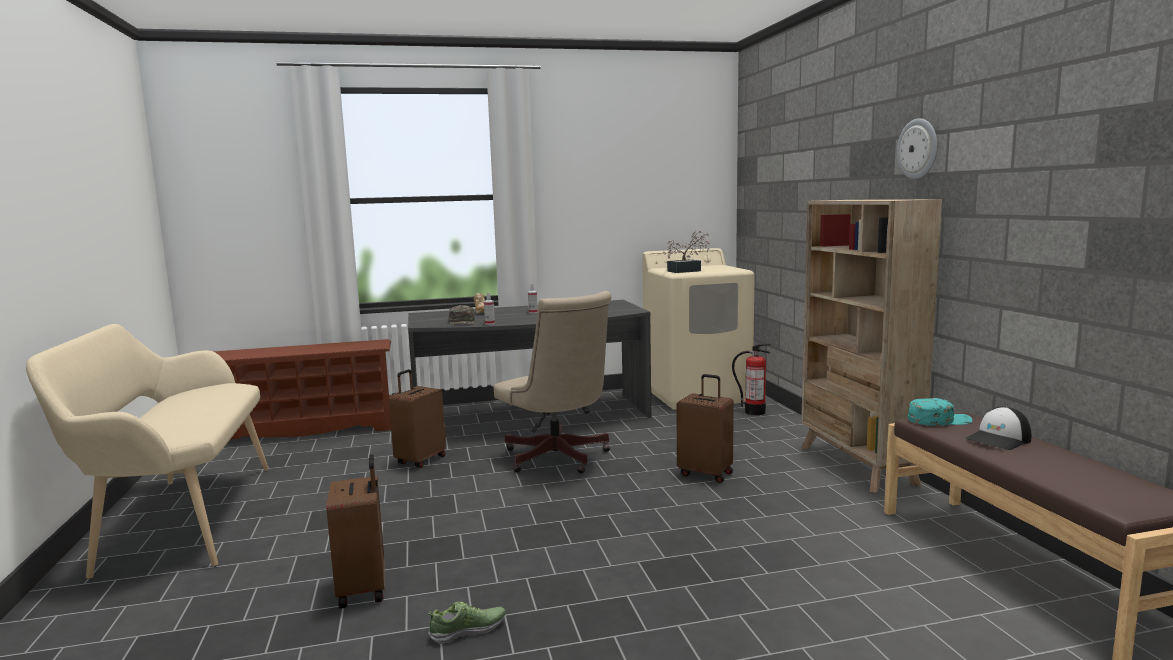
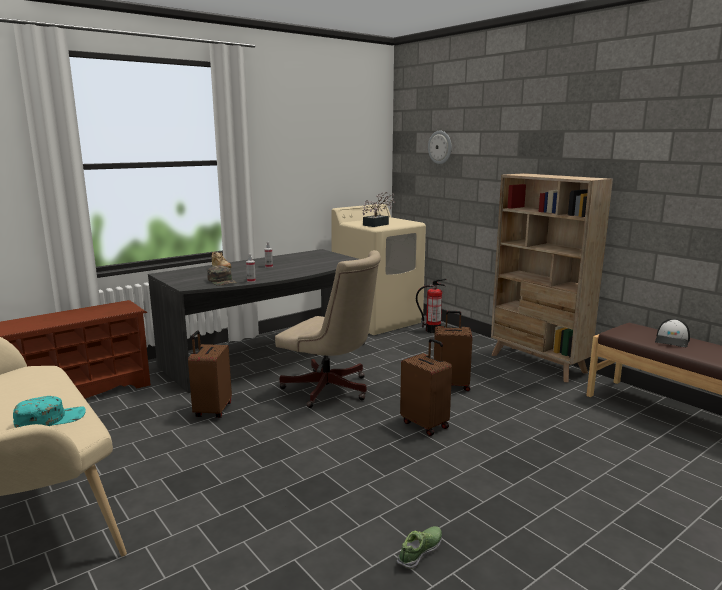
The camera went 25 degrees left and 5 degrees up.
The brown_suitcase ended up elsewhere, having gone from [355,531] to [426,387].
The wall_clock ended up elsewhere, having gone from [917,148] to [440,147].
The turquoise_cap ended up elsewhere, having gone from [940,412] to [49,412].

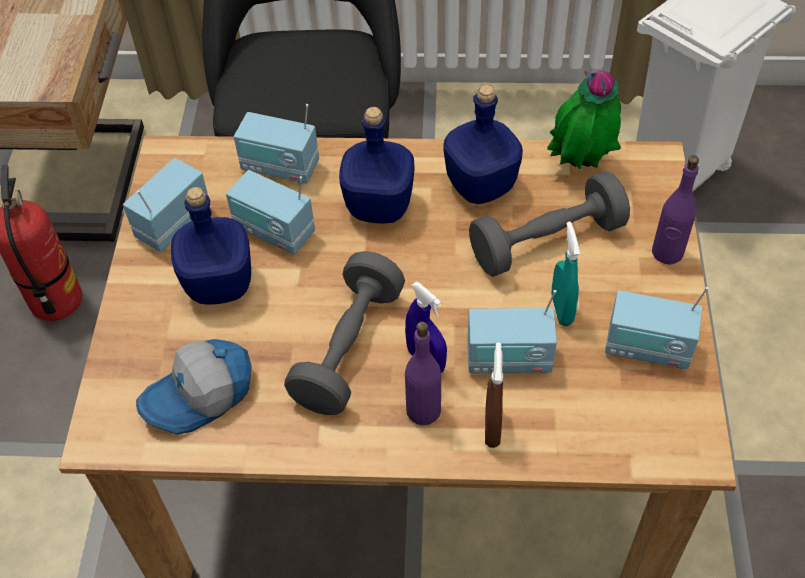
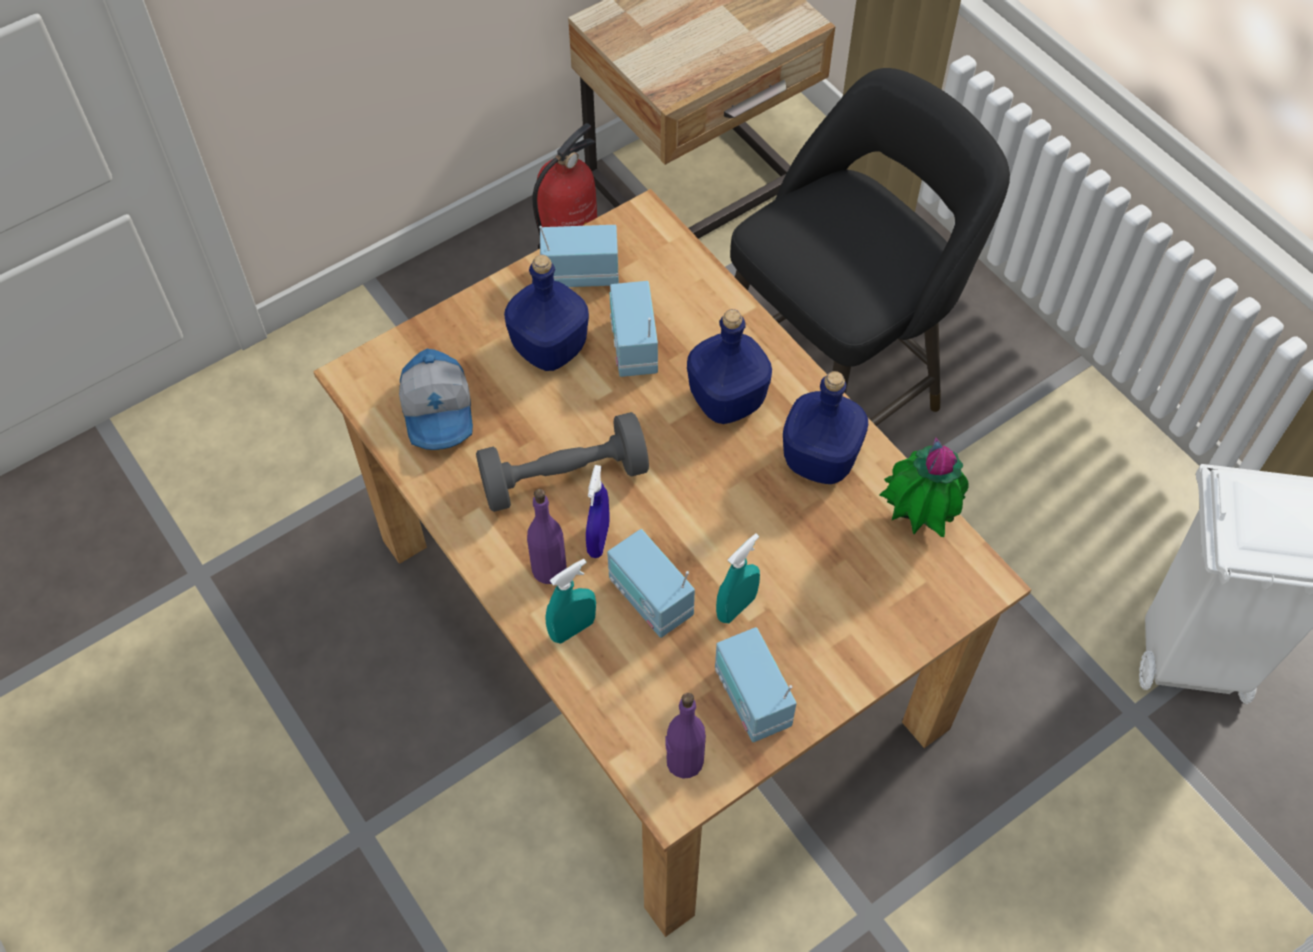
The camera went 50 degrees right and 5 degrees up.
The second view lost the radio at [276,144].
The second view lost the grey_dumbbell at [549,224].
The purple_bottle ended up elsewhere, having gone from [675,210] to [685,736].
What was the brown_spray_bottle at [494,395] turned into the turquoise_spray_bottle at [570,601].
The cap at [194,386] ended up facing another way, 120 degrees counterclockwise from before.

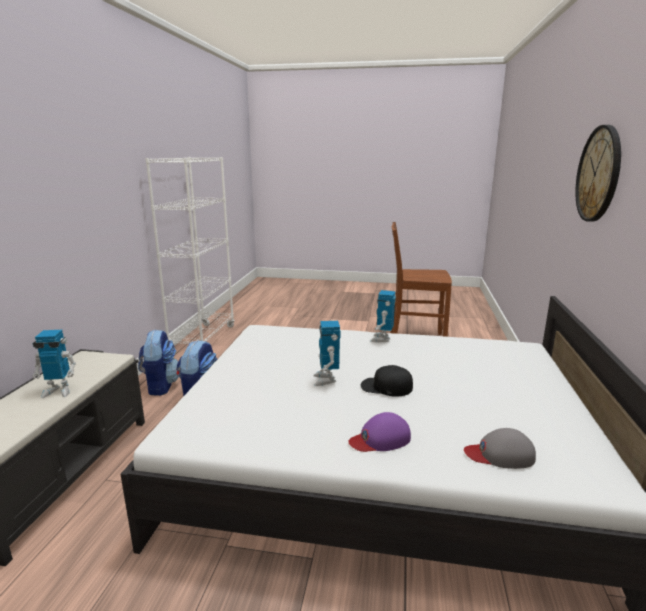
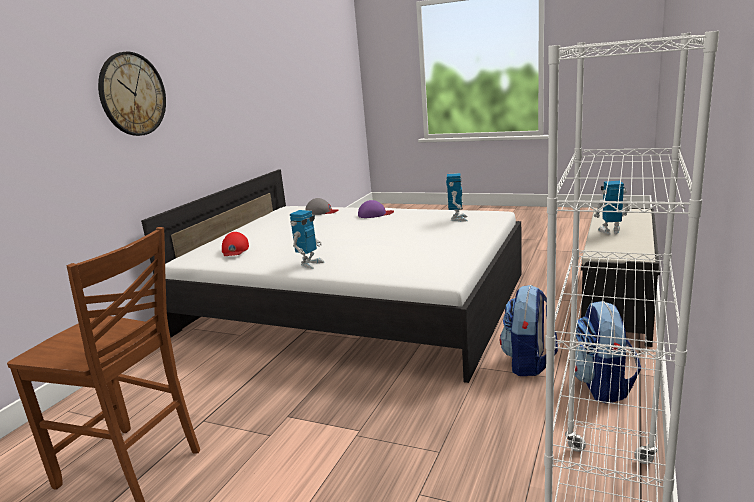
The camera went 165 degrees left and 0 degrees up.
The second view lost the black_cap at [387,381].
The second view gained the red_cap at [235,244].
The toy_robot ended up elsewhere, having gone from [327,353] to [457,197].

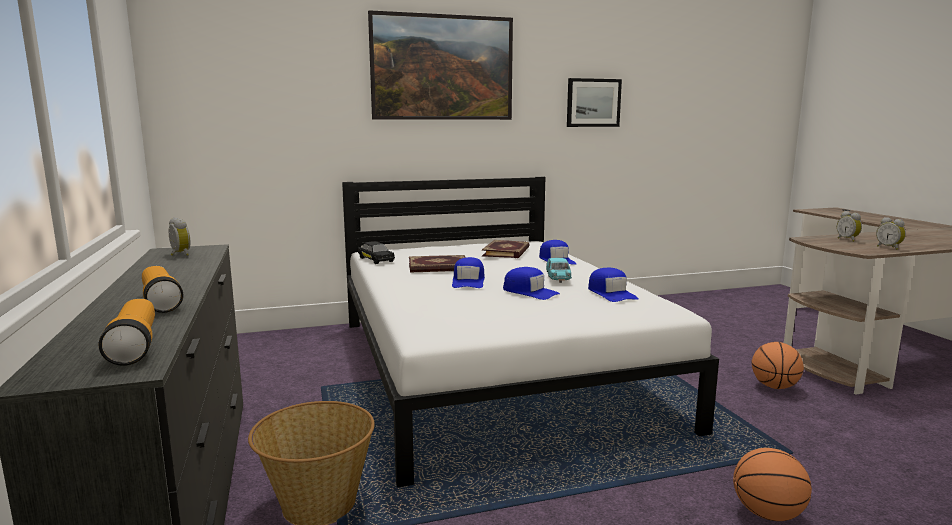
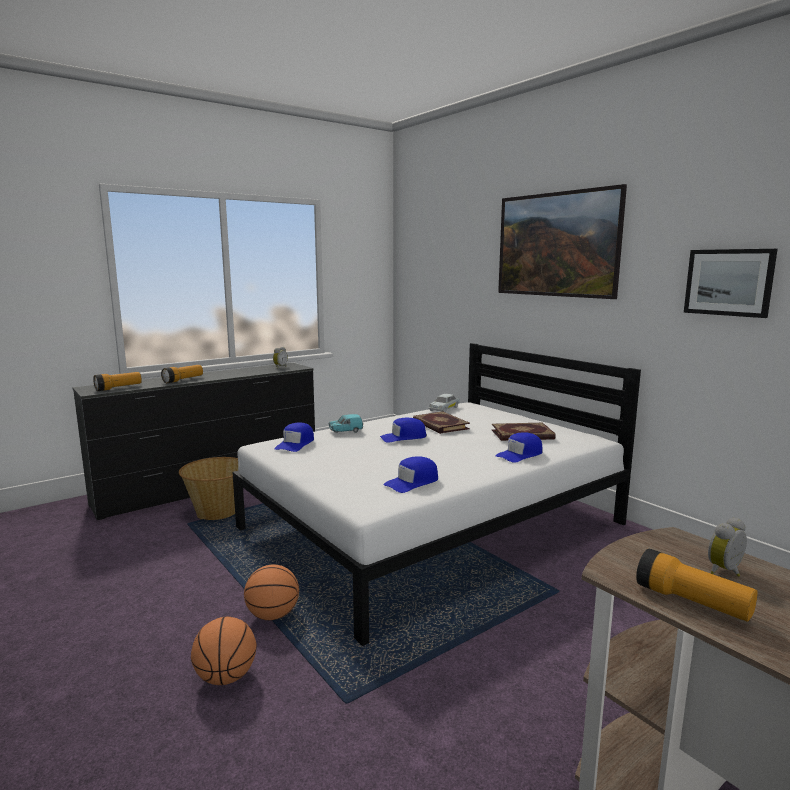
The camera went 70 degrees right and 0 degrees up.
The blue_cap ended up elsewhere, having gone from [531,283] to [294,437].
The turquoise_toy_car ended up elsewhere, having gone from [559,270] to [346,423].
The basketball ended up elsewhere, having gone from [777,365] to [271,592].
Where the alarm_clock stood at [891,233], the flashlight came to stand at [697,585].
What was the black_toy_car at [376,252] turned into the white_toy_car at [444,403].

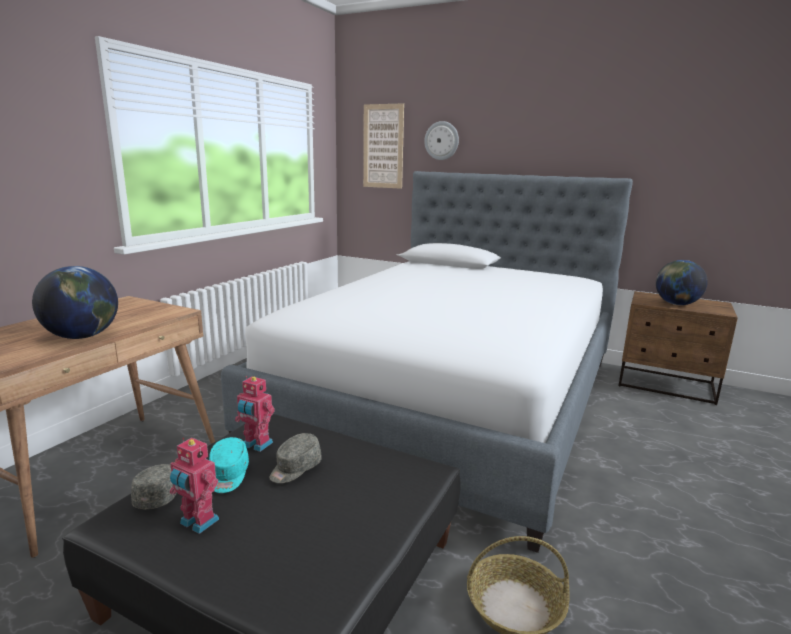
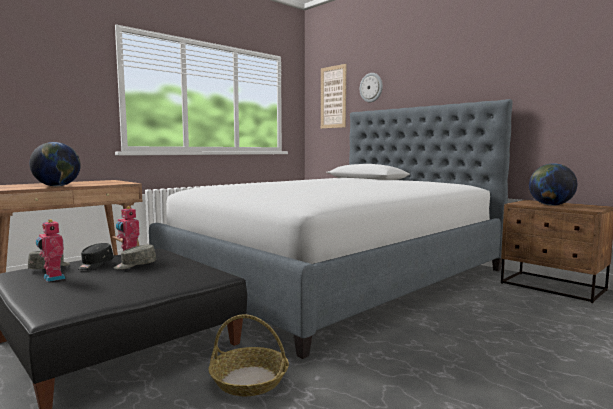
The camera went 20 degrees right and 10 degrees down.
What was the turquoise_cap at [229,465] turned into the black_cap at [95,256].

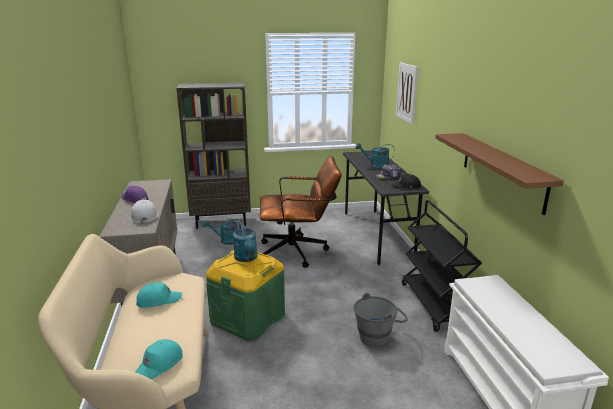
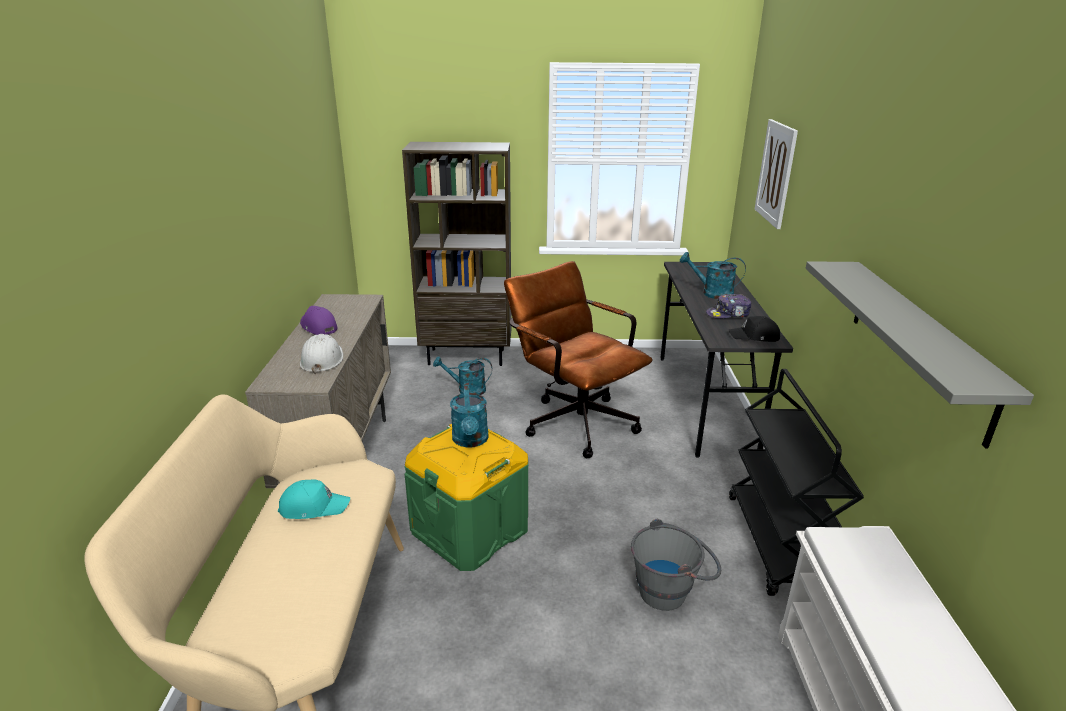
The camera went 10 degrees right and 5 degrees up.
The second view lost the turquoise_cap at [159,359].
What was the brown_shelf at [499,174] turned into the grey_shelf at [920,354].
The brown_office_chair at [301,212] ended up facing another way, 135 degrees counterclockwise from before.

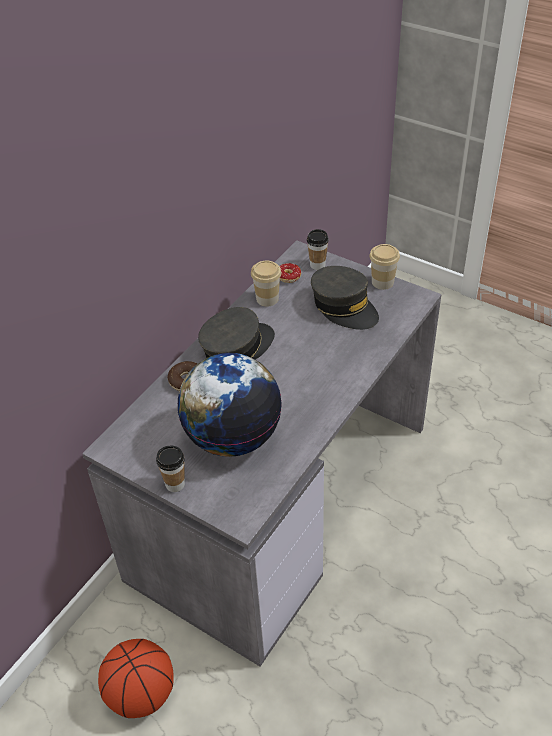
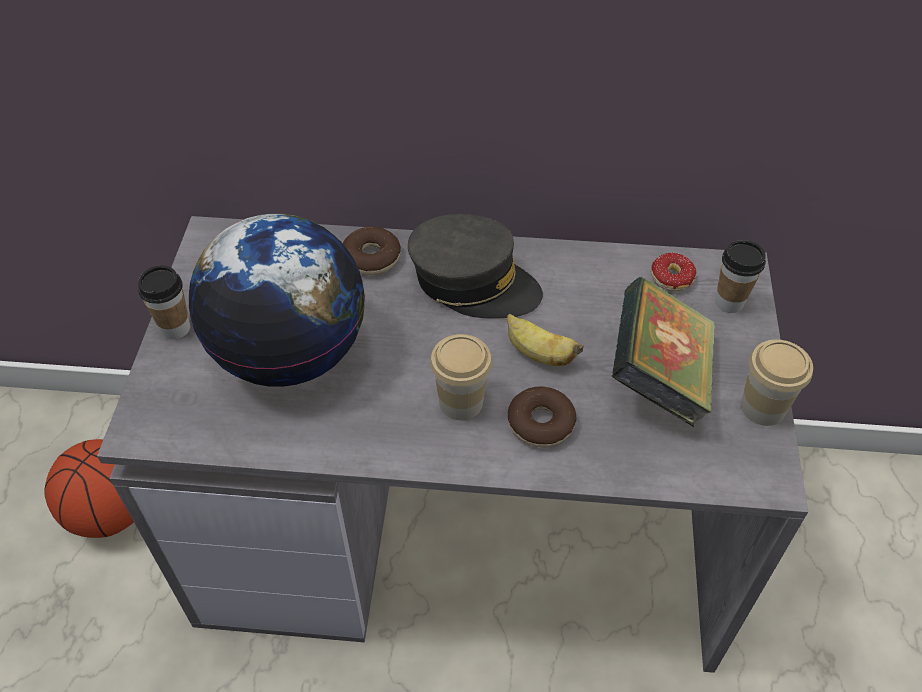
The camera went 60 degrees right and 5 degrees up.
The second view gained the banana at [545,340].
The second view gained the donut at [542,417].
The cup ended up elsewhere, having gone from [266,284] to [461,377].
Where the grey_cap stood at [345,298], the book came to stand at [664,352].

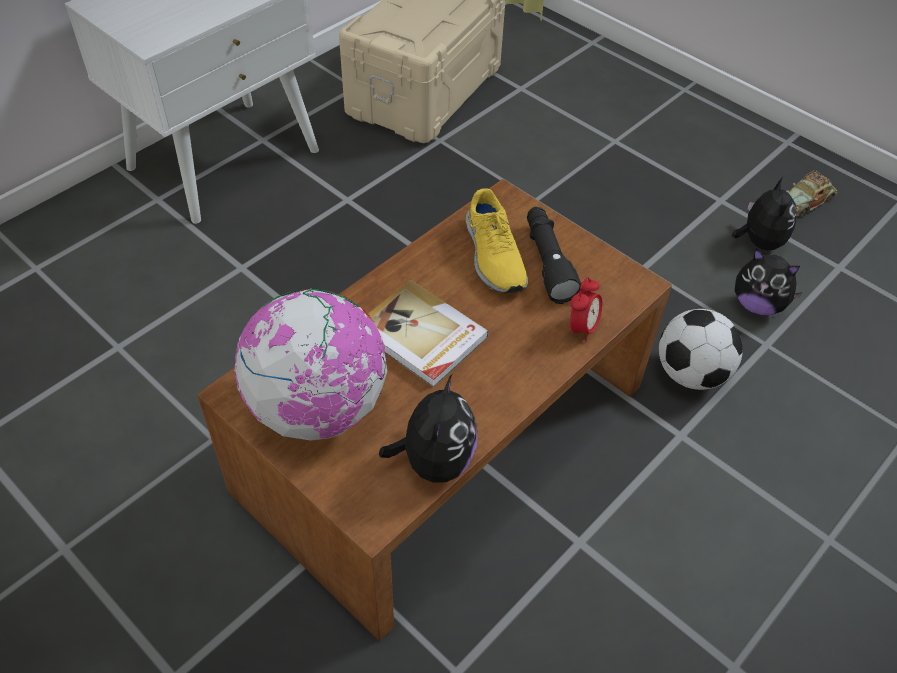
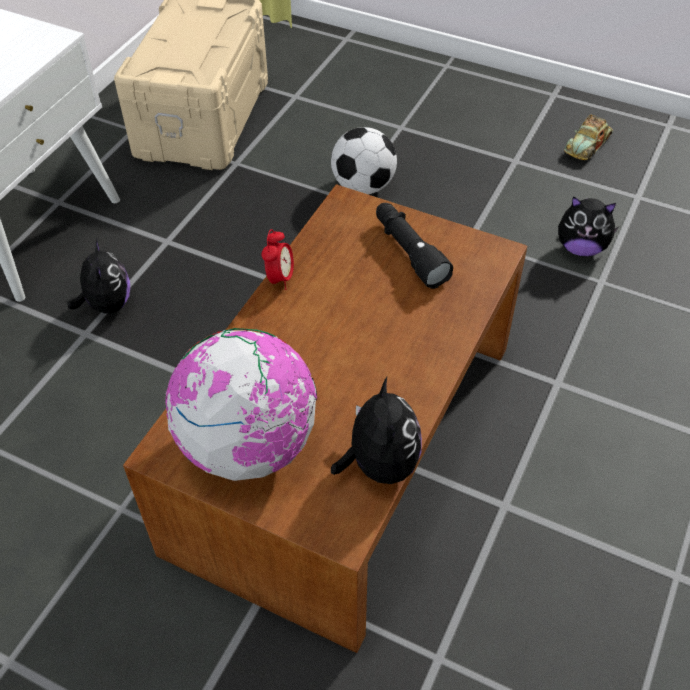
The camera went 15 degrees left and 0 degrees up.
The second view lost the book at [428,334].
The second view lost the yellow_shoe at [497,241].
The alarm_clock ended up elsewhere, having gone from [586,309] to [278,259].
The football ended up elsewhere, having gone from [701,349] to [364,160].
The plush_toy ended up elsewhere, having gone from [764,213] to [99,276].

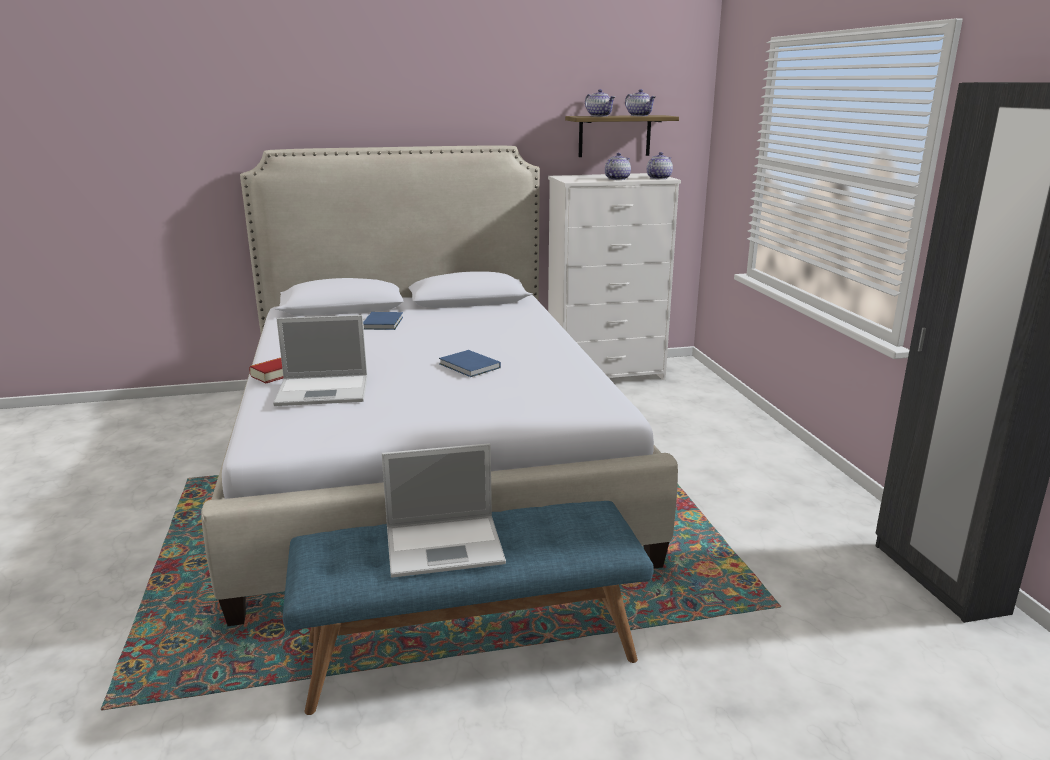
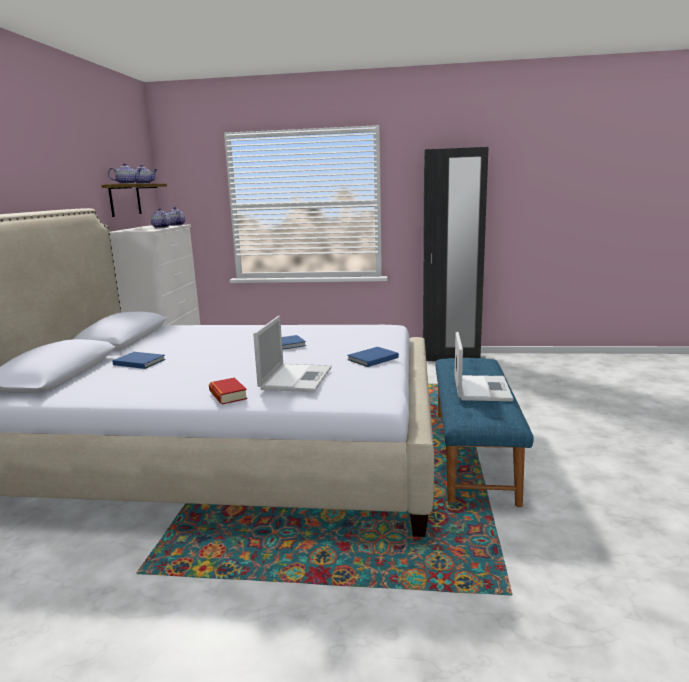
The camera went 70 degrees left and 5 degrees down.
The second view gained the blue_book at [373,357].

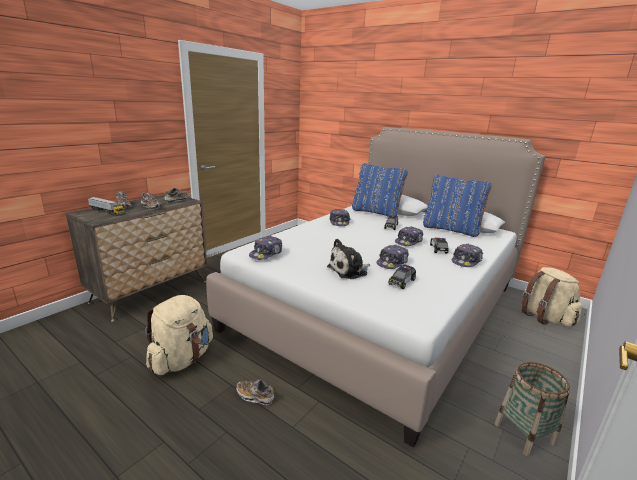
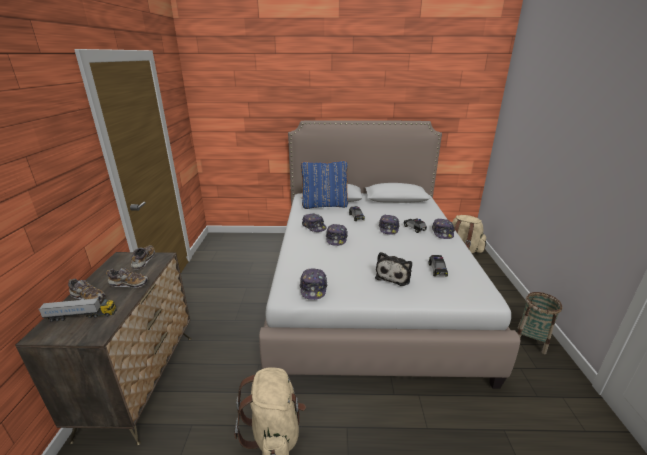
The camera went 35 degrees left and 5 degrees up.
The second view lost the shoe at [255,392].
The second view lost the blue_pillow at [457,205].
The cap ended up elsewhere, having gone from [392,256] to [337,235].

